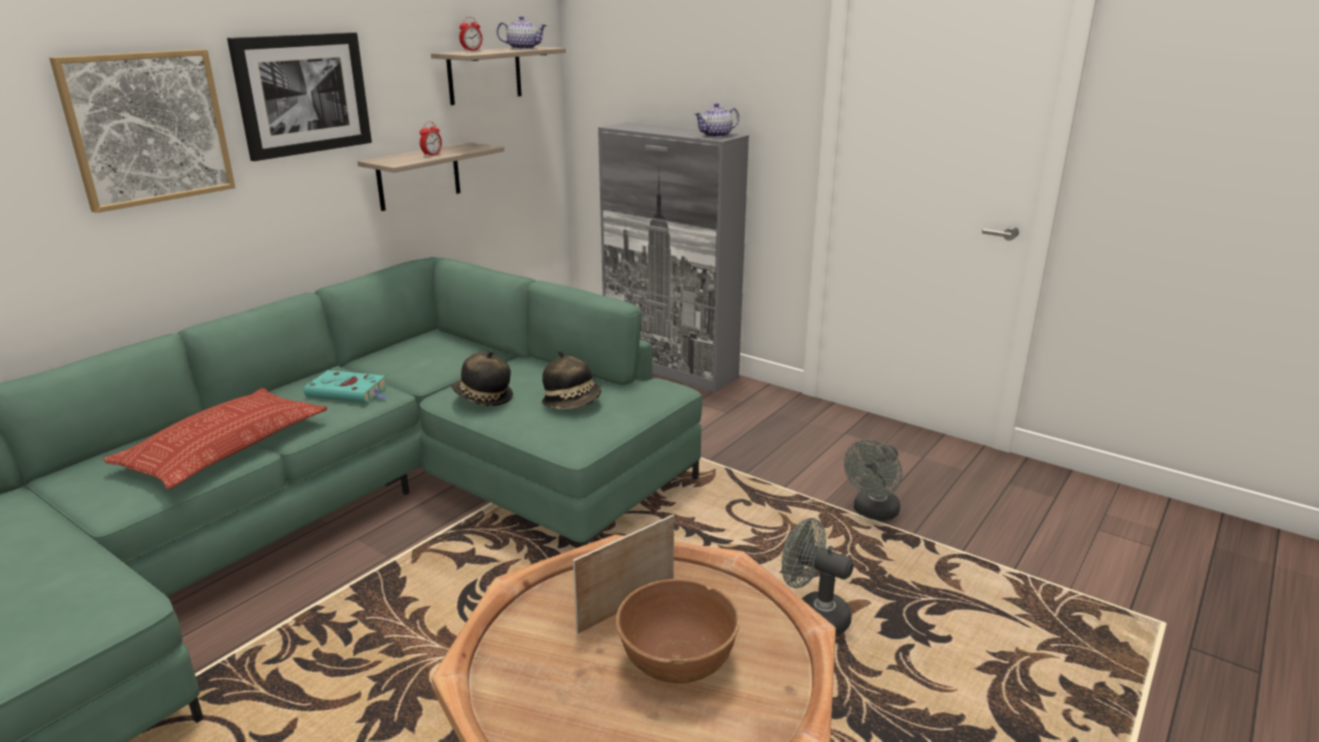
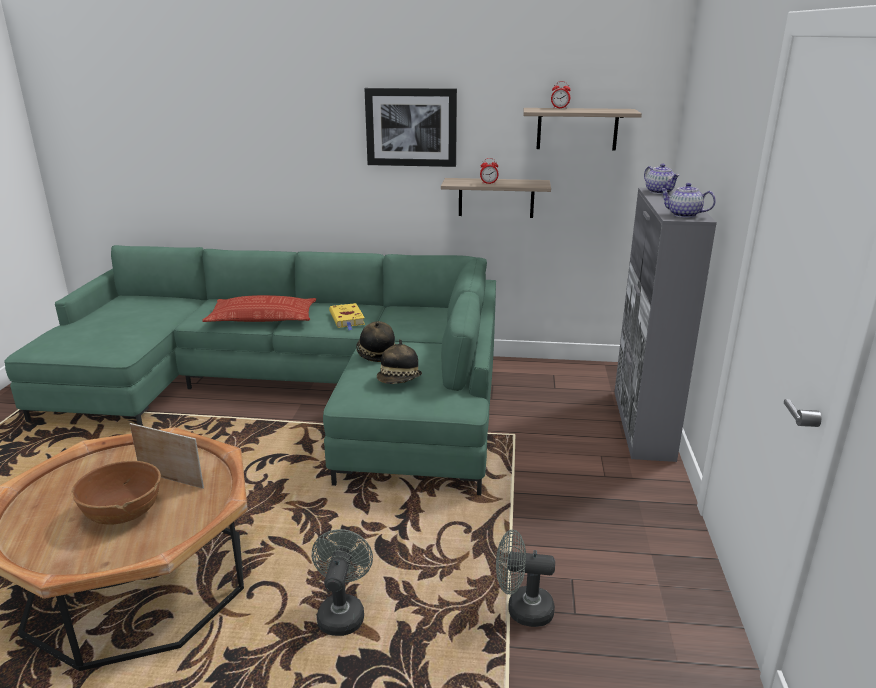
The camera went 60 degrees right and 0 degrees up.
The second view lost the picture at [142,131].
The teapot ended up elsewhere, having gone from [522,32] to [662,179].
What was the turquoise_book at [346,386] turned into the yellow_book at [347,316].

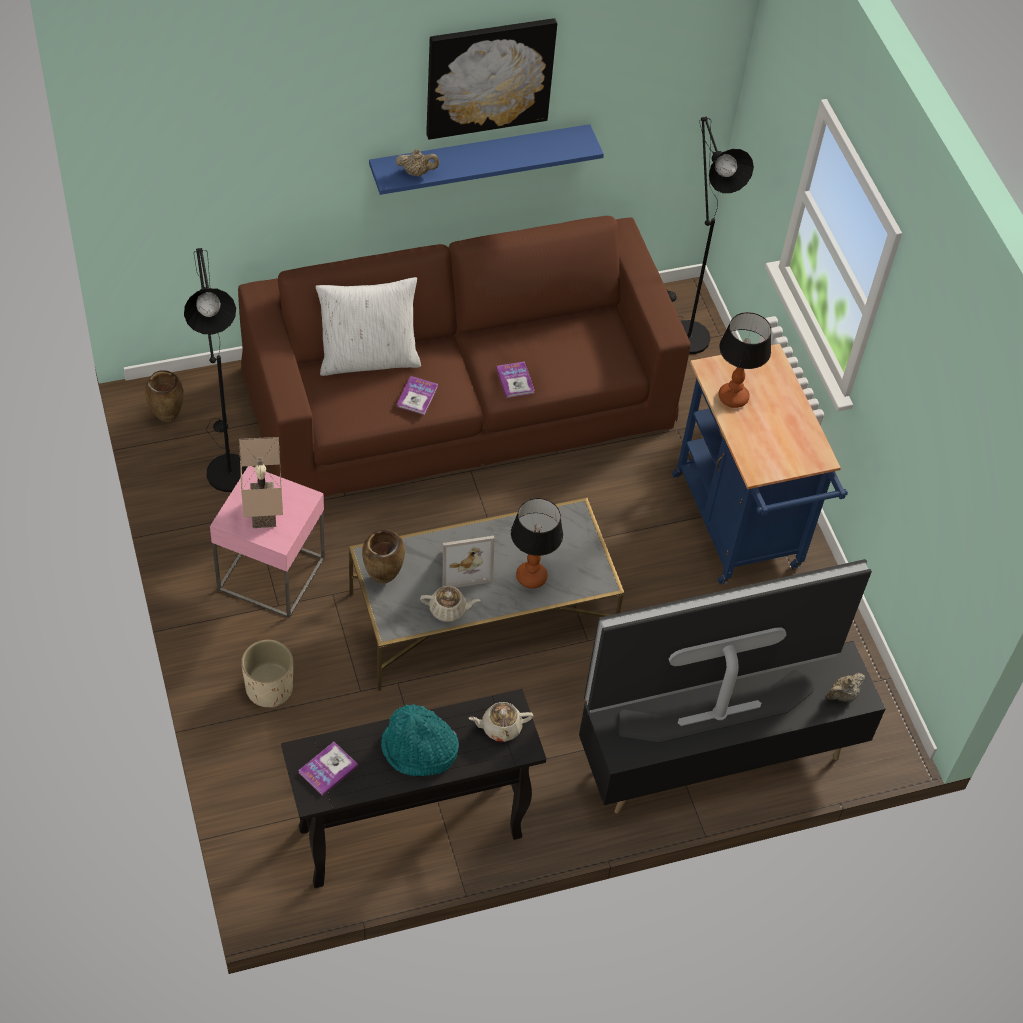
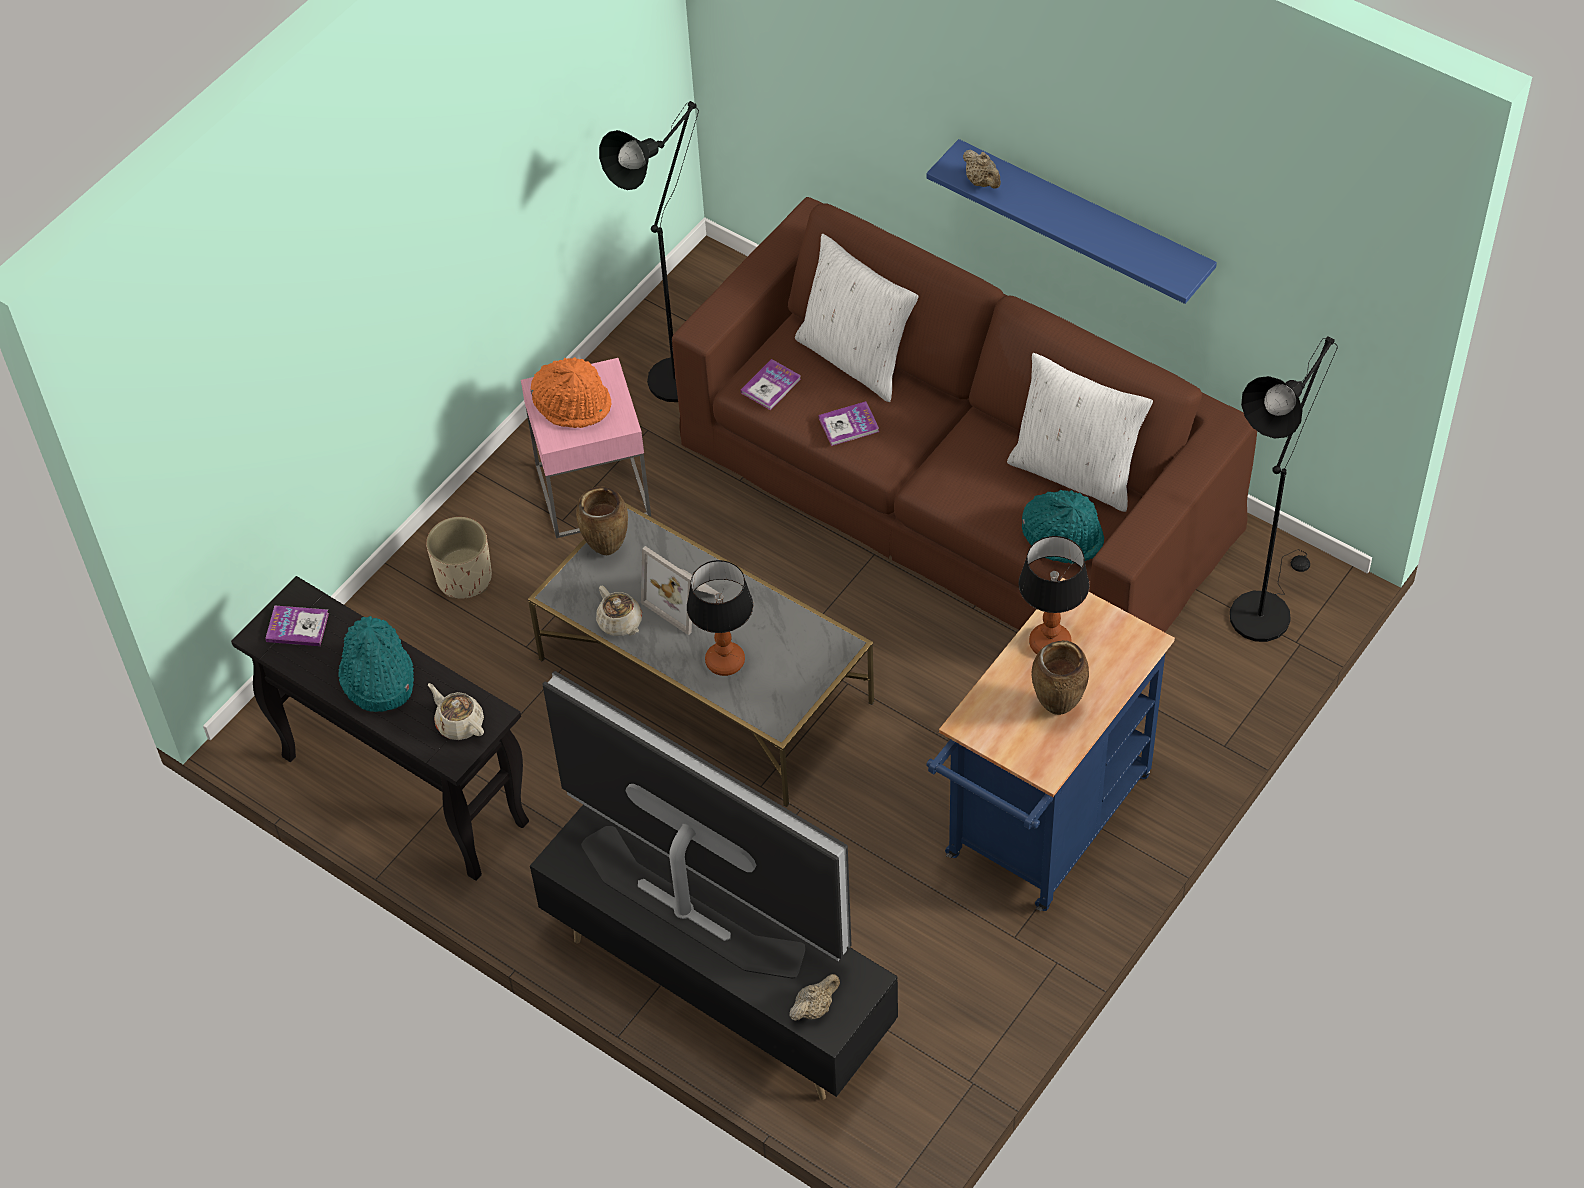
The camera went 60 degrees right and 0 degrees up.
The second view lost the picture at [491,79].
The second view gained the white_pillow at [1080,432].
The second view gained the turquoise_hat at [1063,527].
The brown_vase ended up elsewhere, having gone from [164,396] to [1060,677].
The book ended up elsewhere, having gone from [515,379] to [771,384].
Where the beige_table_lamp stood at [261,482], the orange_hat came to stand at [571,392].
The beige_teapot at [846,687] ended up facing another way, 120 degrees clockwise from before.

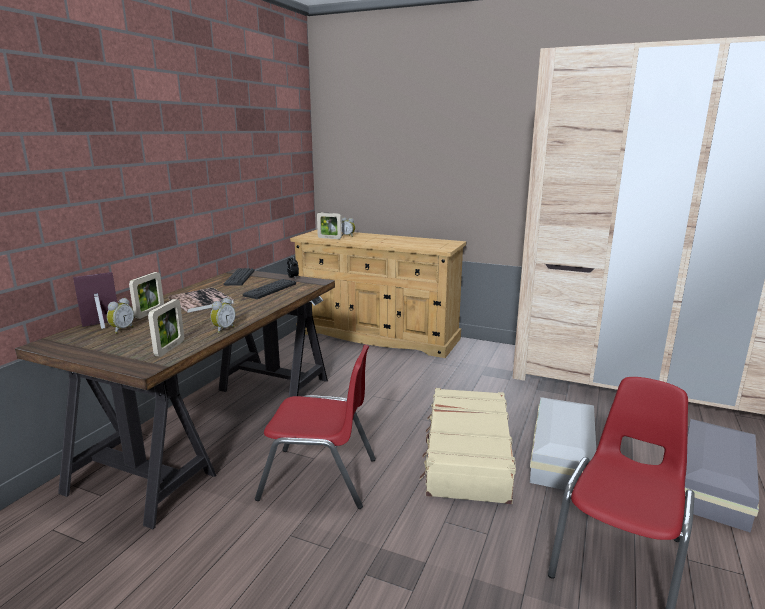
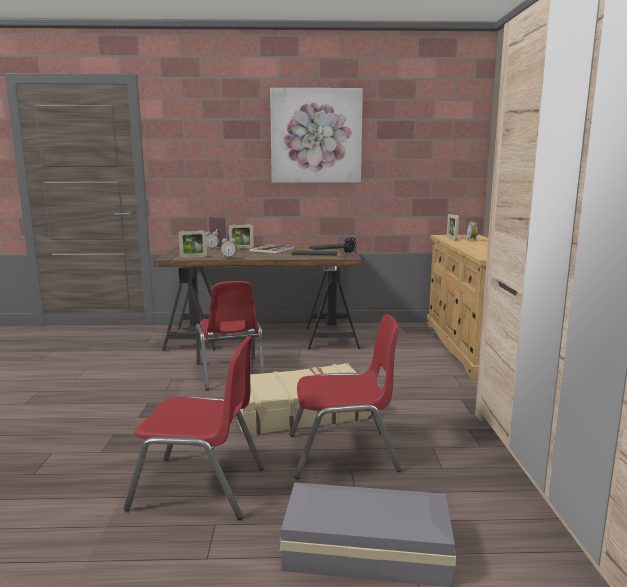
The camera went 65 degrees right and 5 degrees down.
The second view gained the picture at [316,135].
Where the white_storage_box stood at [563,443], the red_chair came to stand at [345,396].

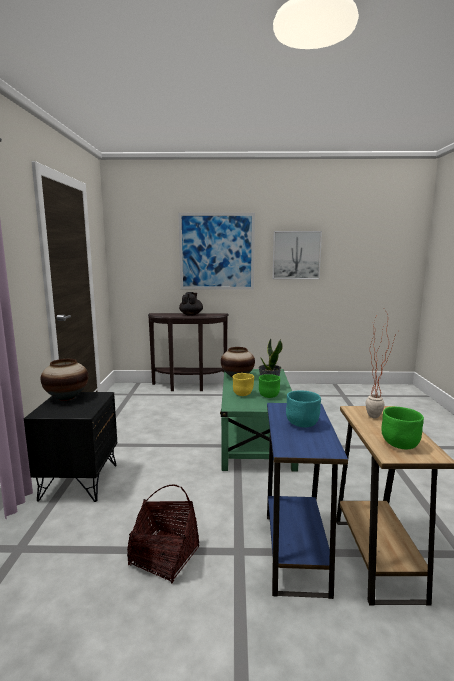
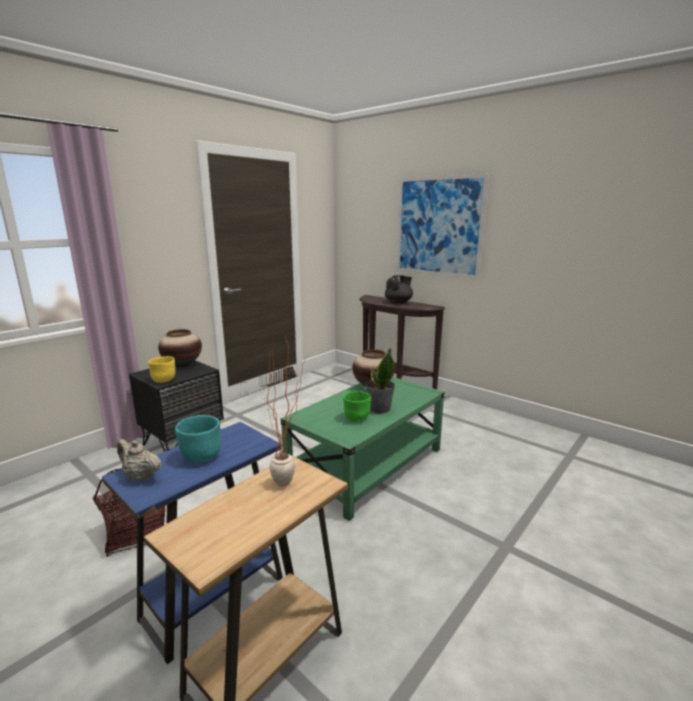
The camera went 40 degrees right and 5 degrees up.
The second view lost the picture at [297,255].
The second view lost the green_bowl at [402,428].
The second view gained the beige_teapot at [139,460].
The yellow_bowl ended up elsewhere, having gone from [243,384] to [162,369].

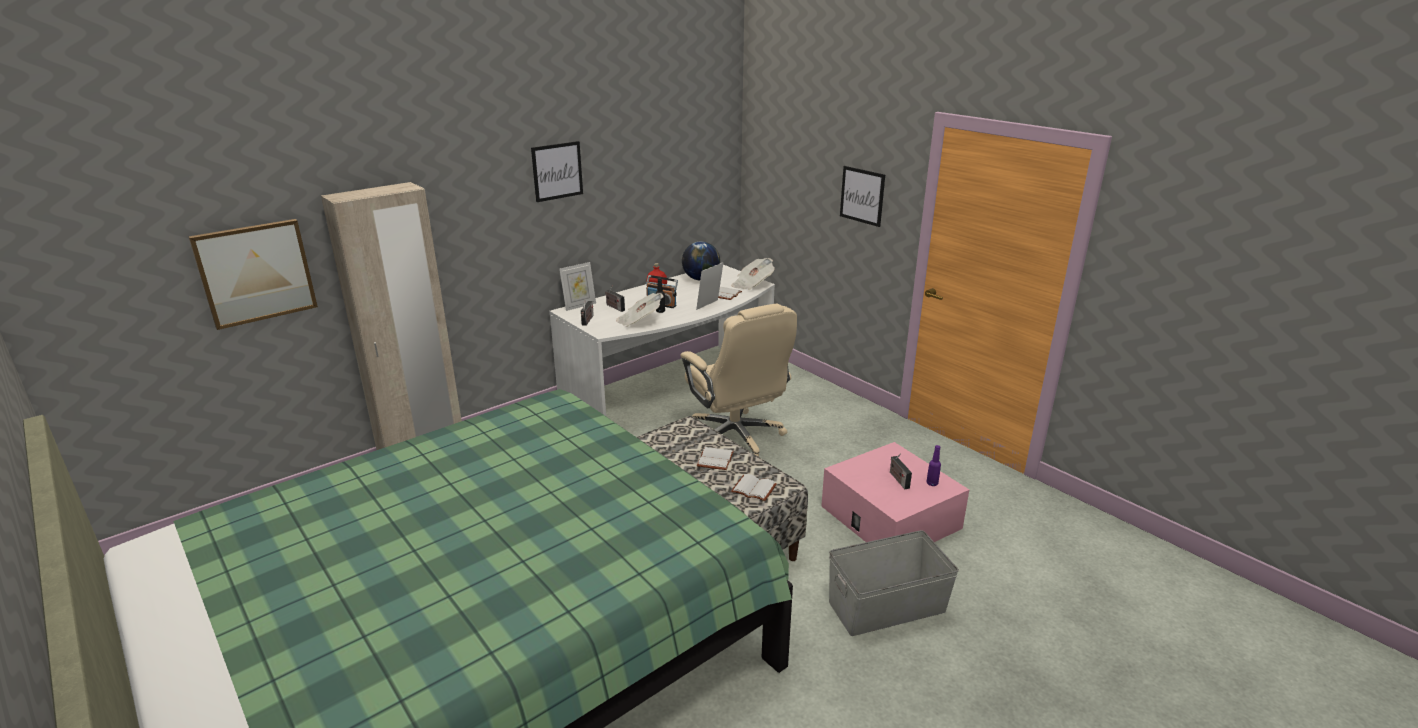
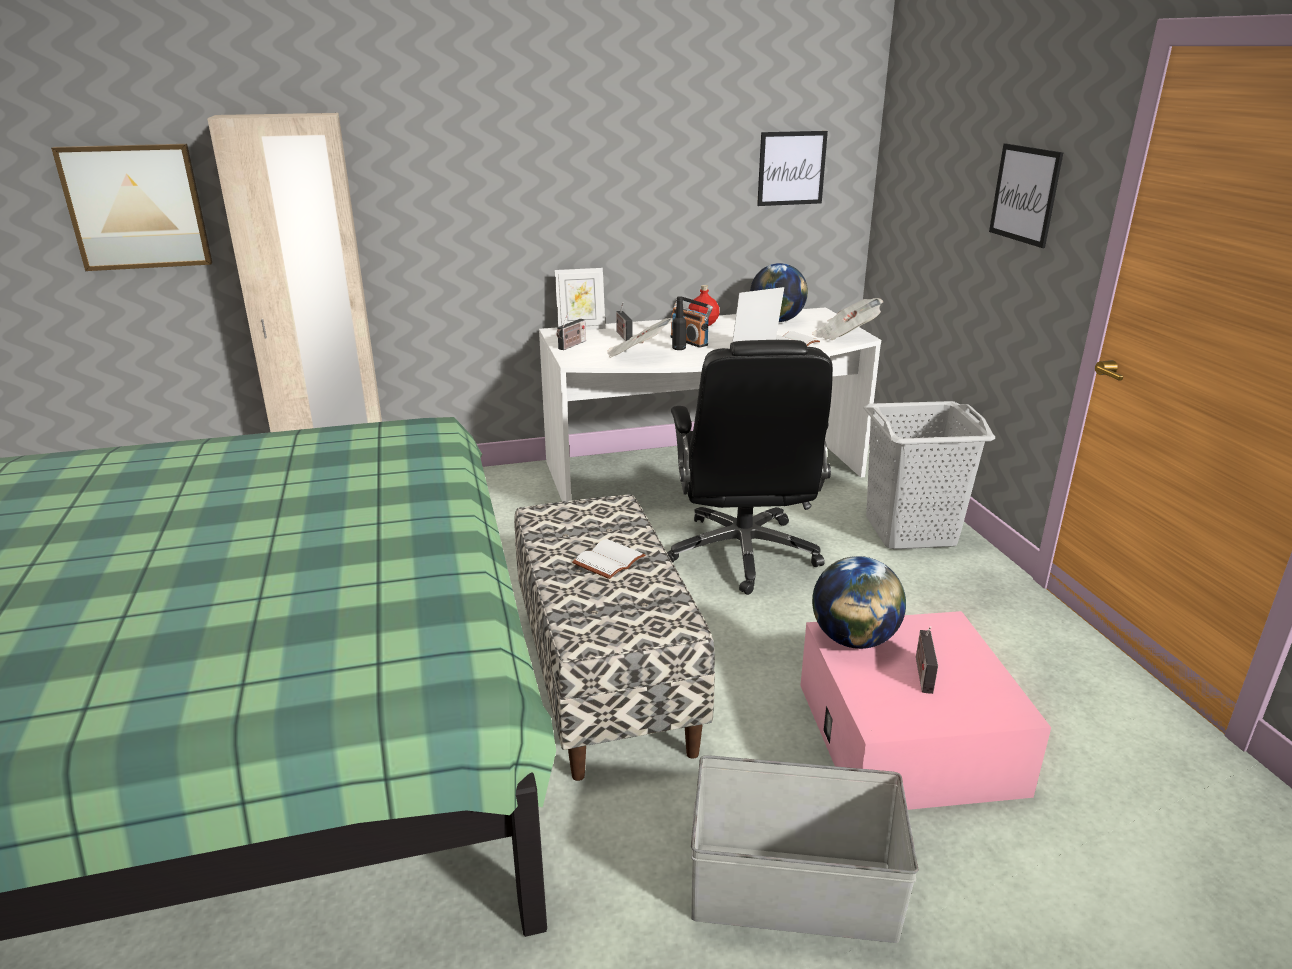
The camera went 25 degrees right and 0 degrees up.
The second view lost the white_book at [754,487].
The second view lost the purple_bottle at [934,465].
The second view gained the globe at [859,602].
The second view gained the grey_laundry_basket at [929,475].
The picture ended up elsewhere, having gone from [557,171] to [792,168].
What was the beige_office_chair at [739,380] turned into the black_office_chair at [750,467].

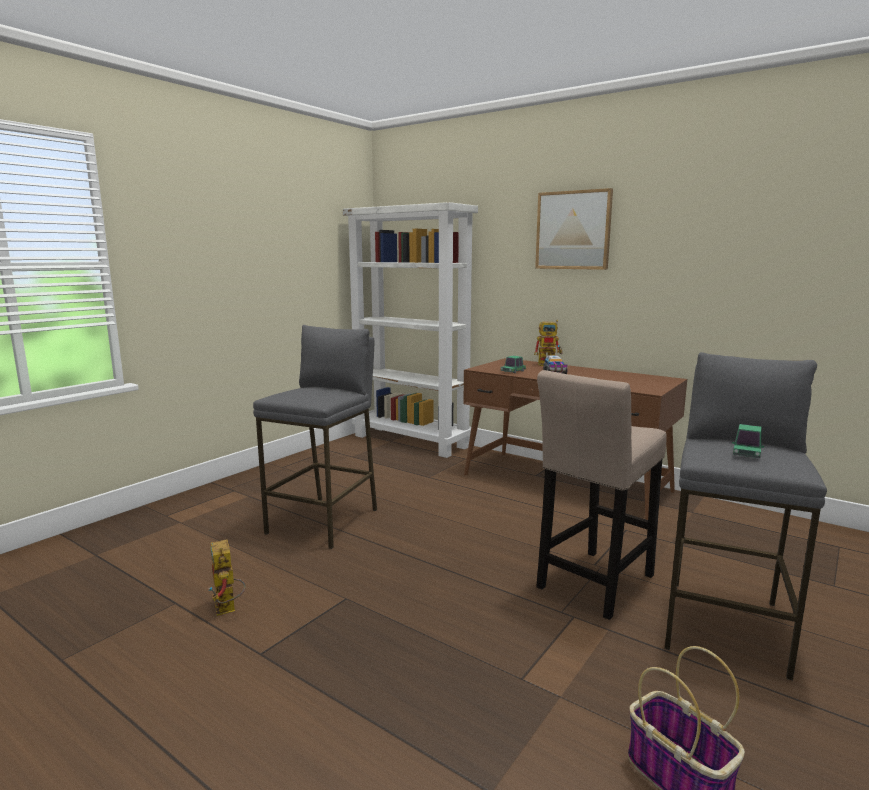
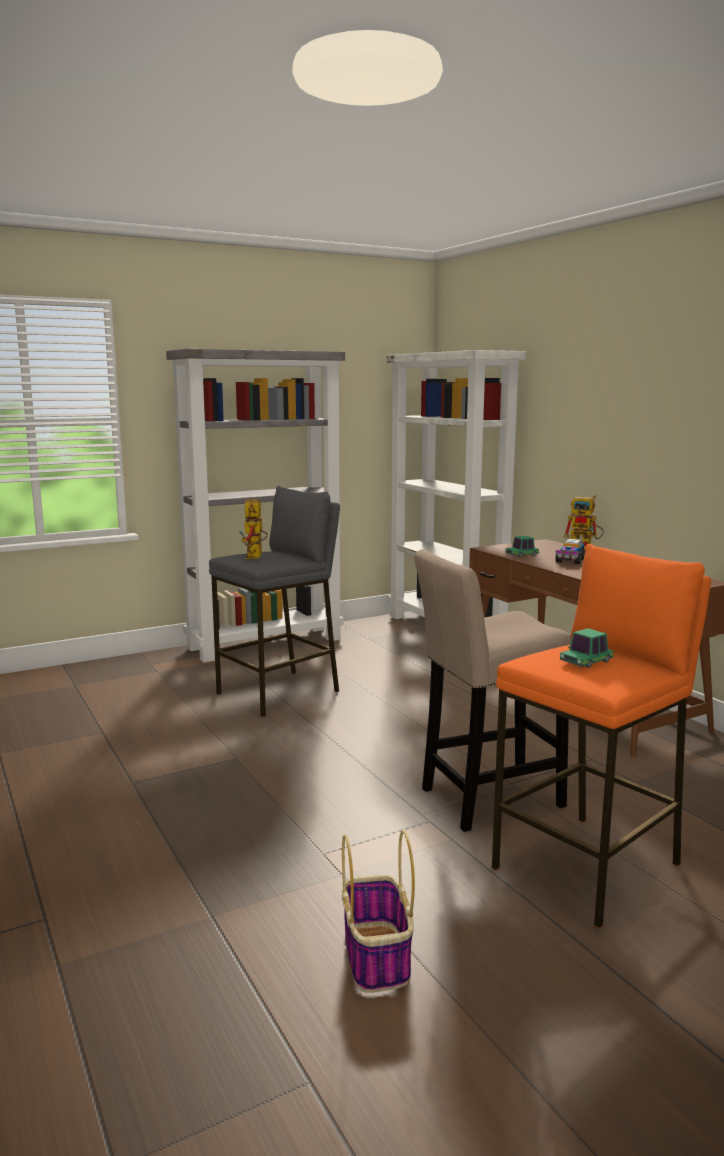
The camera went 25 degrees right and 0 degrees up.
The second view lost the picture at [574,229].
The second view gained the grey_bookcase at [255,506].
The toy_robot ended up elsewhere, having gone from [227,577] to [253,528].
What was the grey_stool at [746,516] turned into the orange_stool at [601,736].

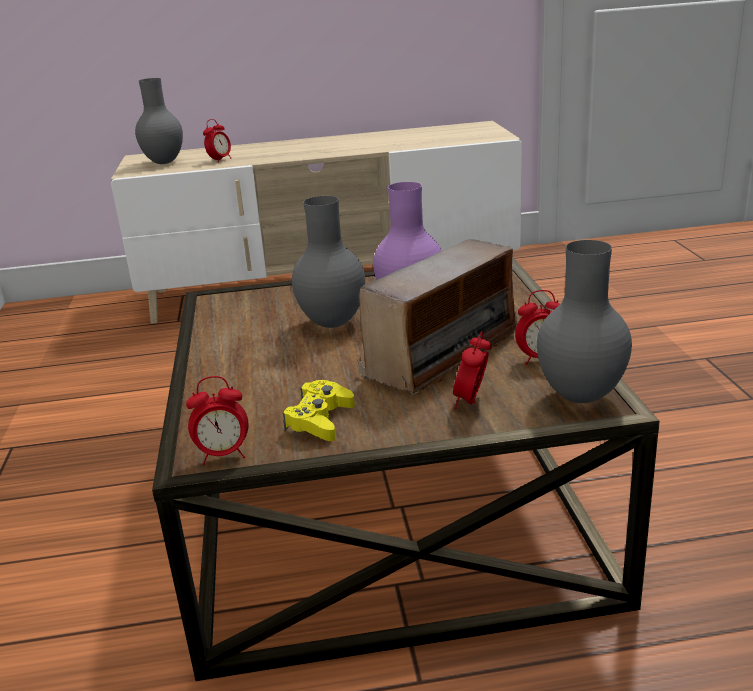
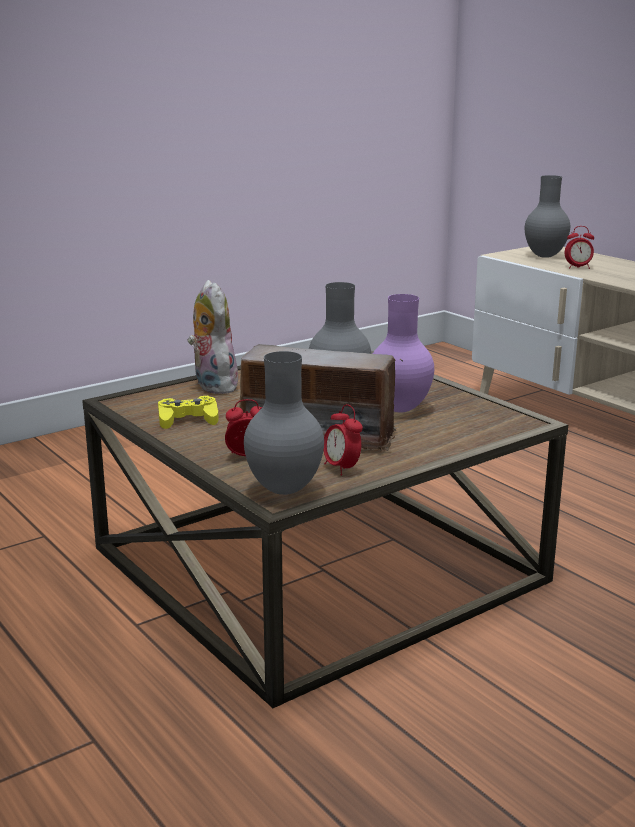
The camera went 60 degrees right and 5 degrees down.
The second view lost the alarm_clock at [217,420].
The second view gained the plush_toy at [213,337].

